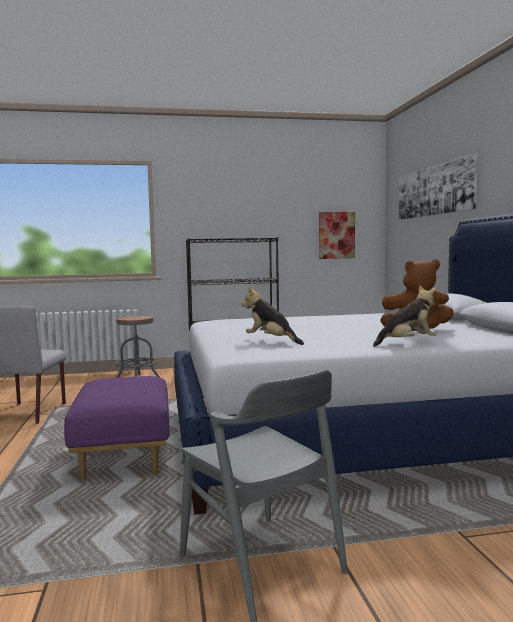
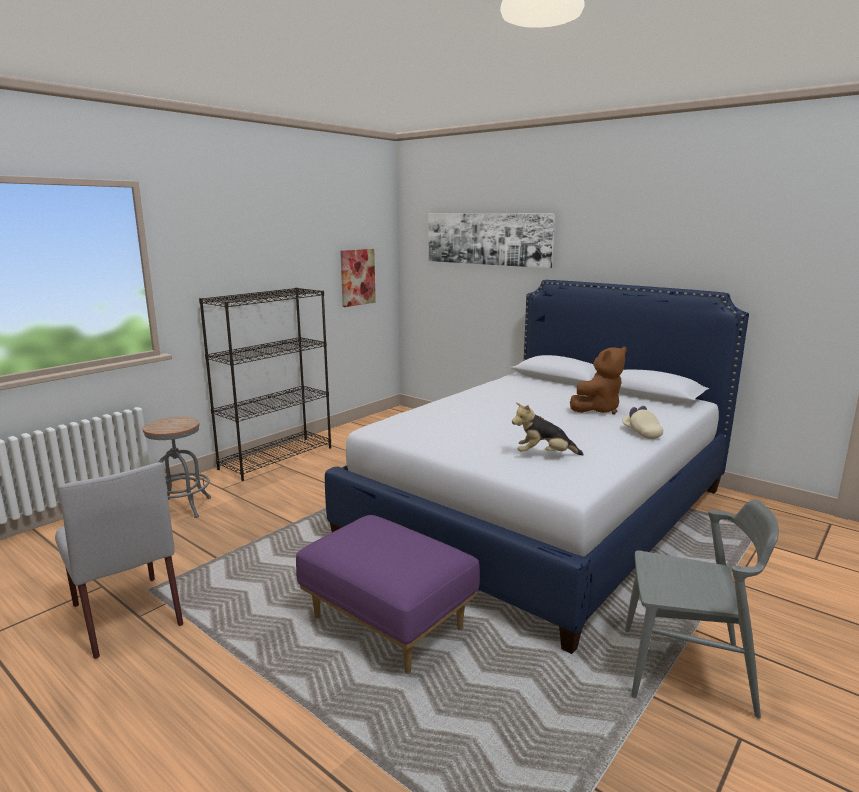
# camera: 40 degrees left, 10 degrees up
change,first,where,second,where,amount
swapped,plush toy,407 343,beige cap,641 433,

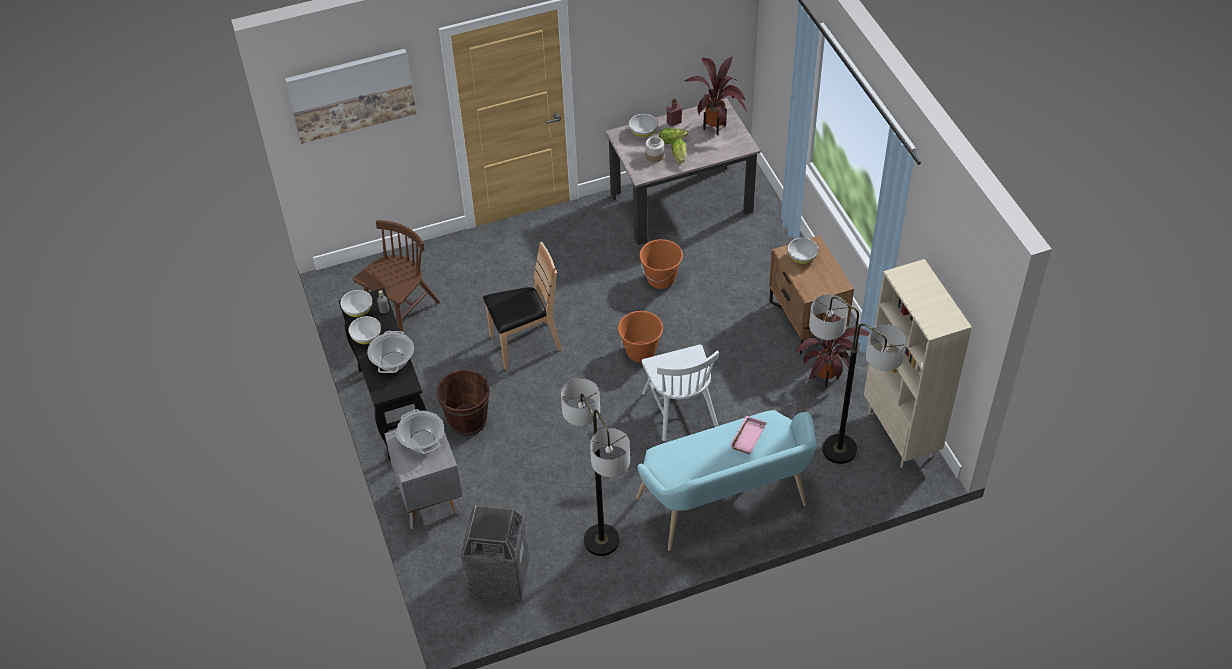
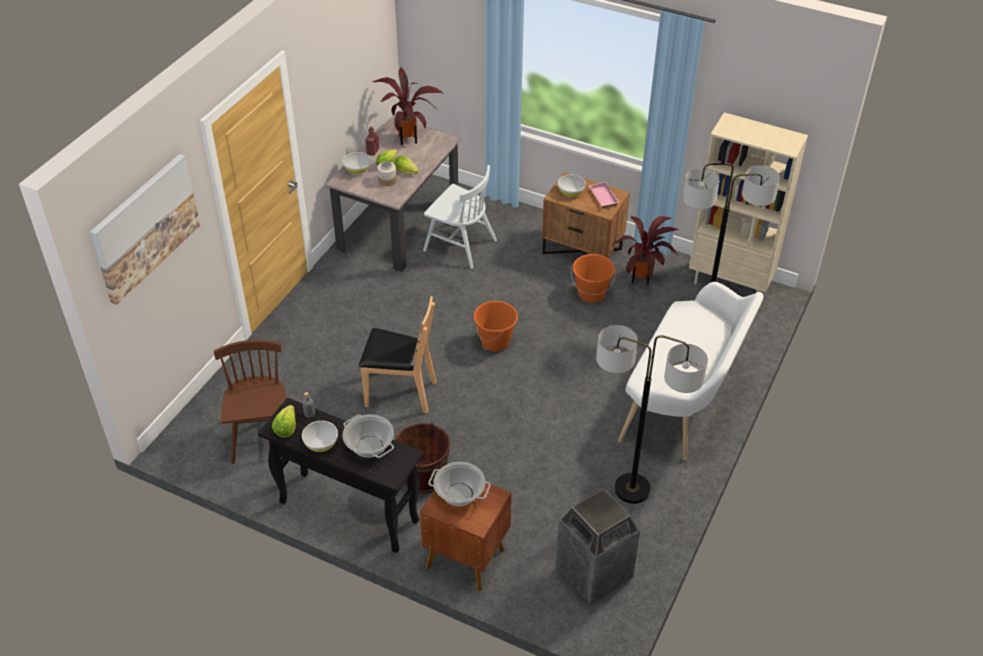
# camera: 45 degrees left, 5 degrees down
change,first,where,second,where,amount
shifted,orange bucket,661 279,,591 294,
shifted,white chair,679 409,,460 245,
shifted,pink tray,747 436,,602 197,
swapped,white bowl,358 310,lettuce,286 428,
repainted,grey nightstand,429 498,brown nightstand,465 557,
repainted,turquoise bench,726 506,white bench,684 403,
rotated,brown chair,525 344,,400 393,75 degrees clockwise

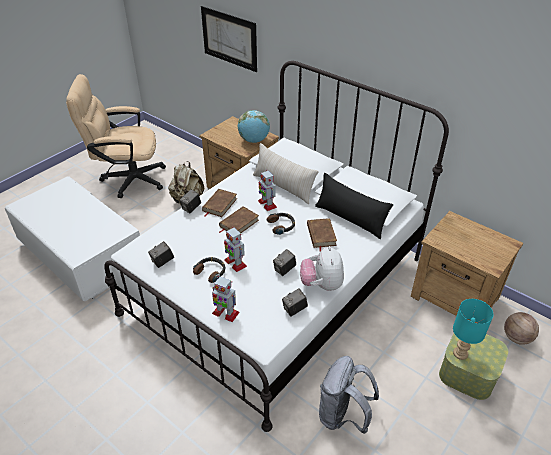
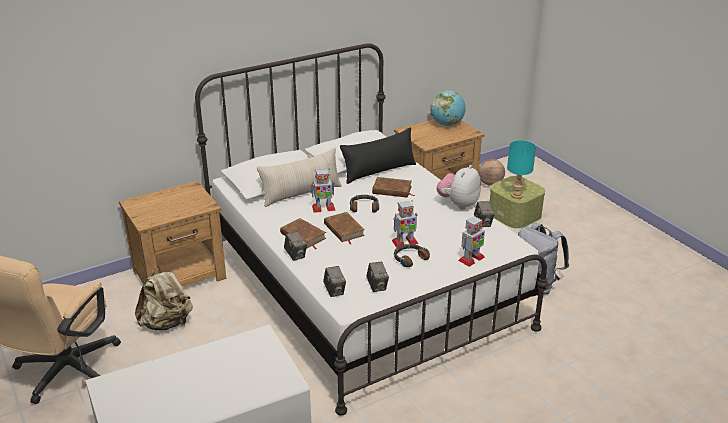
# camera: 70 degrees left, 10 degrees down
change,first,where,second,where,amount
gone,picture,229 38,,,
shifted,globe,254 140,,447 124,
shifted,photo camera,284 270,,334 291,
rotated,plush toy,321 285,,458 204,105 degrees clockwise

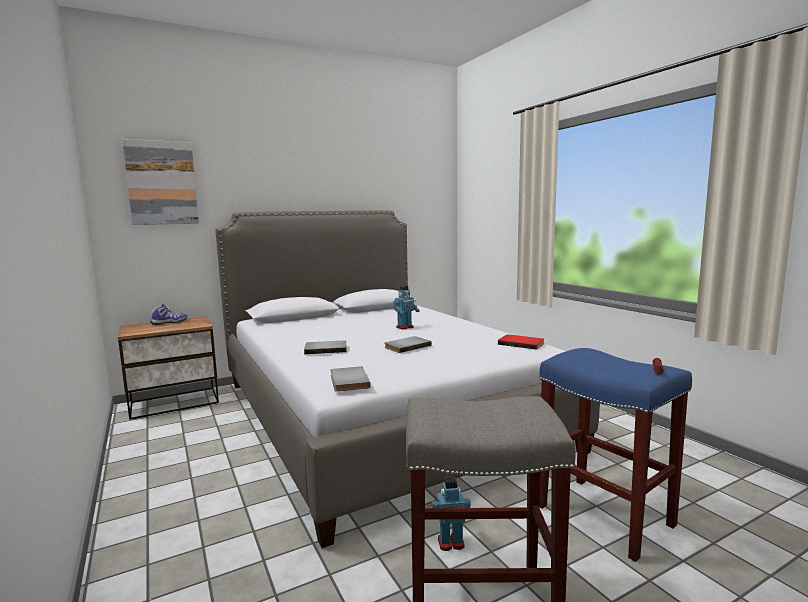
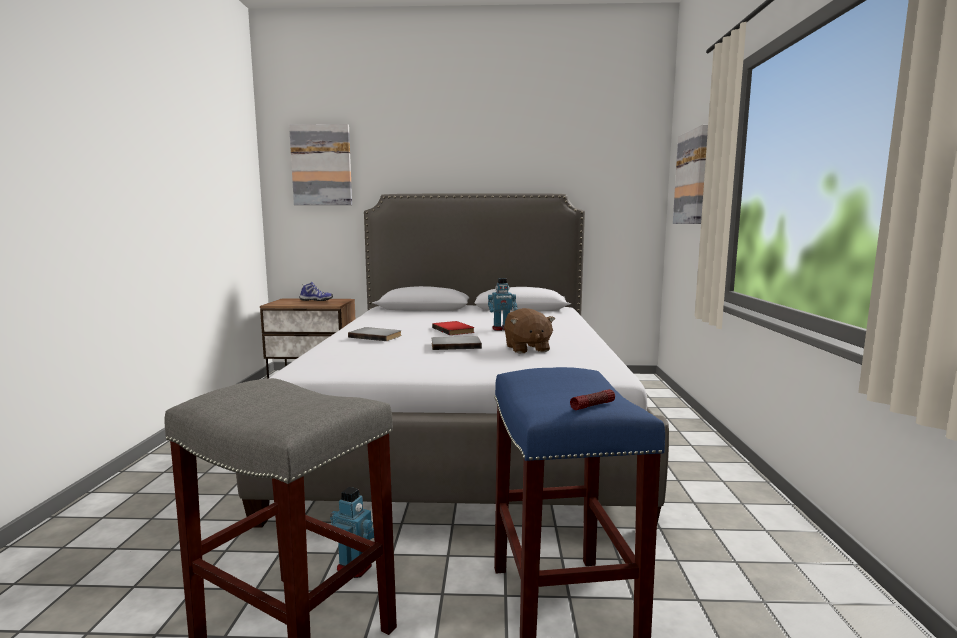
# camera: 30 degrees right, 0 degrees up
change,first,where,second,where,amount
gone,grey book,347 381,,,
new,,,brown plush toy,526 349,
new,,,picture,691 178,
shifted,red book,521 343,,454 330,

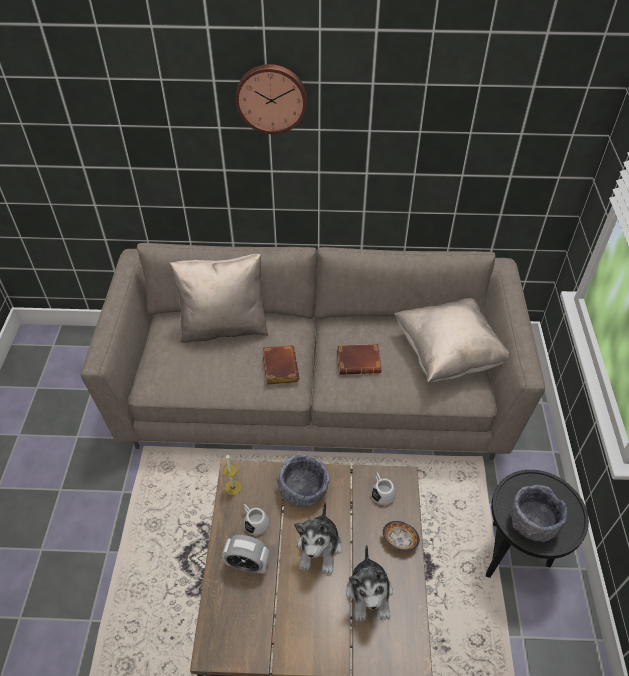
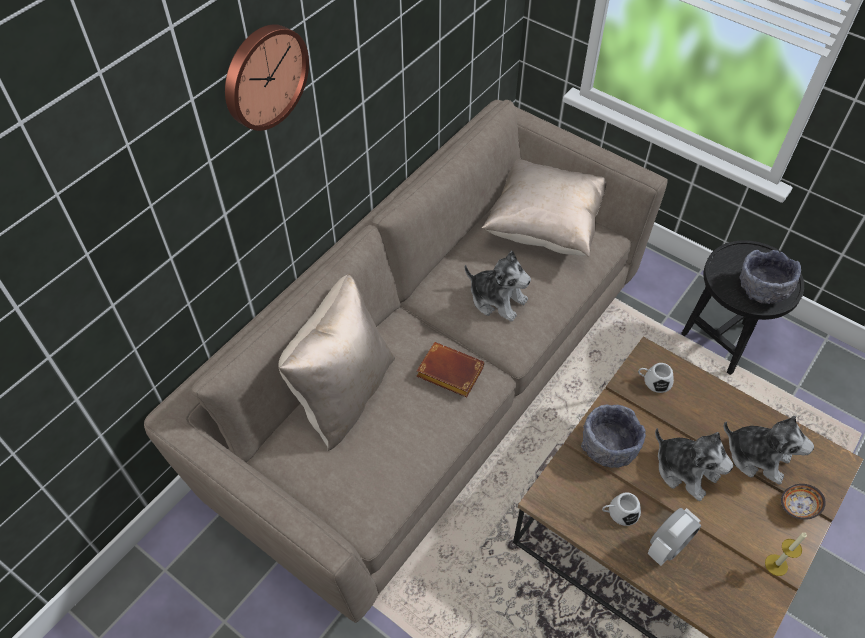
# camera: 55 degrees left, 5 degrees up
change,first,where,second,where,amount
shifted,candle,233 487,,776 565,
shifted,bowl,400 540,,798 506,
swapped,brown book,359 361,plush toy,497 299,

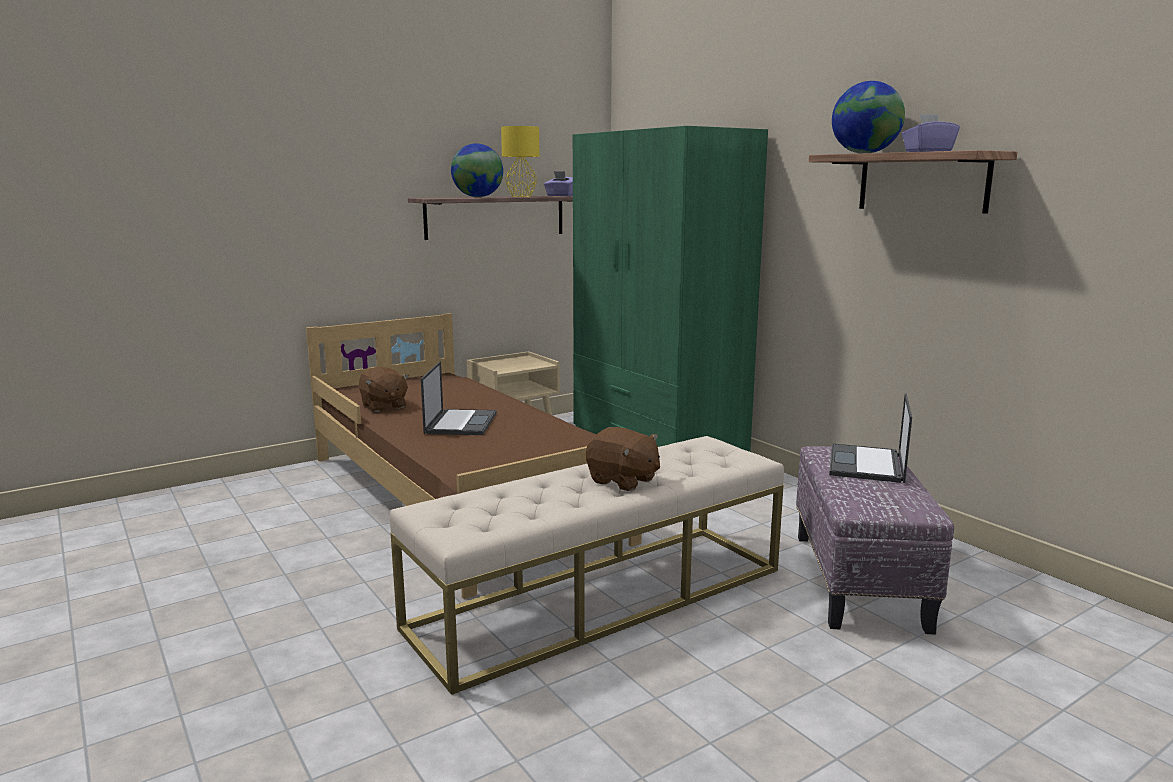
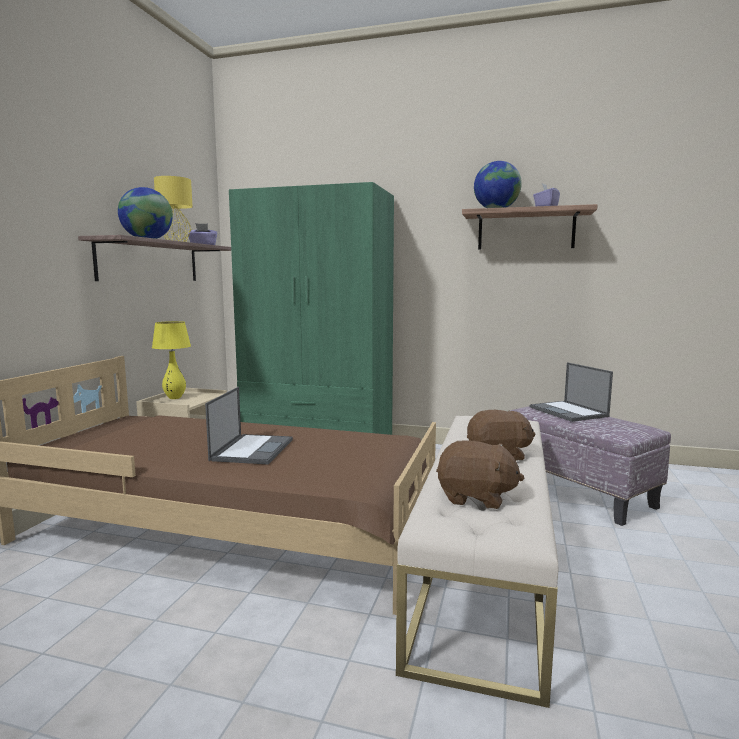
# camera: 40 degrees left, 5 degrees down
change,first,where,second,where,amount
new,,,yellow table lamp,174 398,
shifted,brown plush toy,383 406,,476 497,
rotated,laptop,461 423,,252 449,45 degrees clockwise

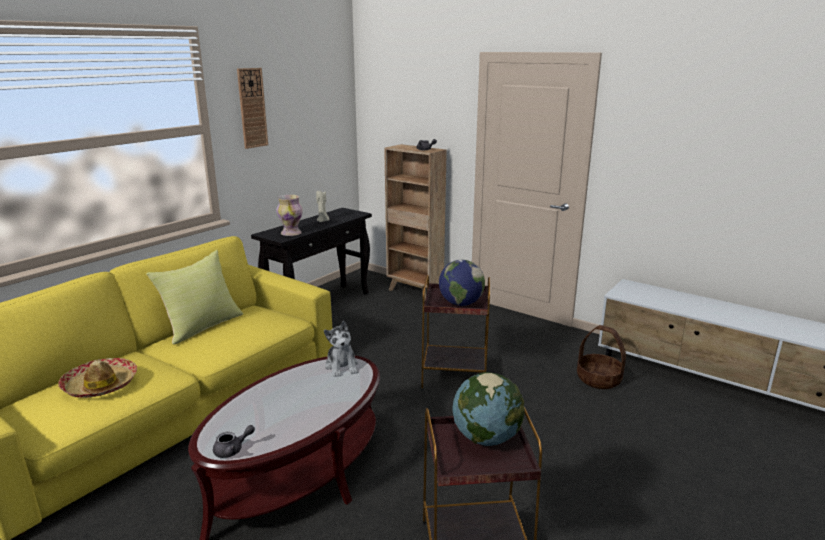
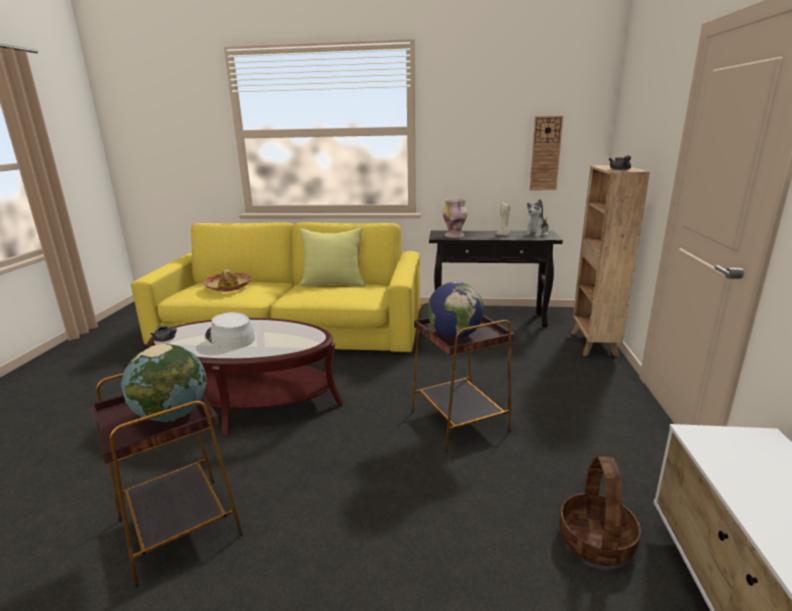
# camera: 60 degrees right, 0 degrees up
change,first,where,second,where,amount
new,,,grey hat,230 337,
shifted,wall clock,252 108,,545 153,
shifted,plush toy,342 366,,537 234,

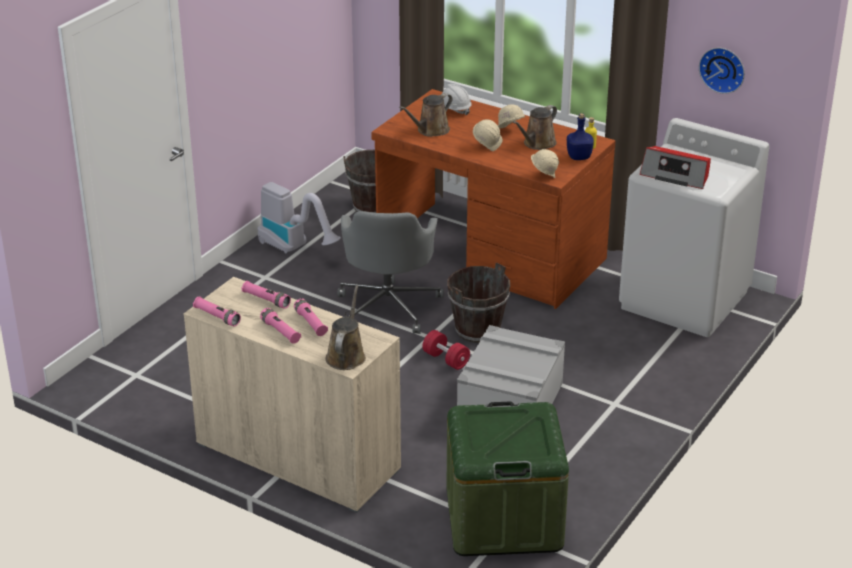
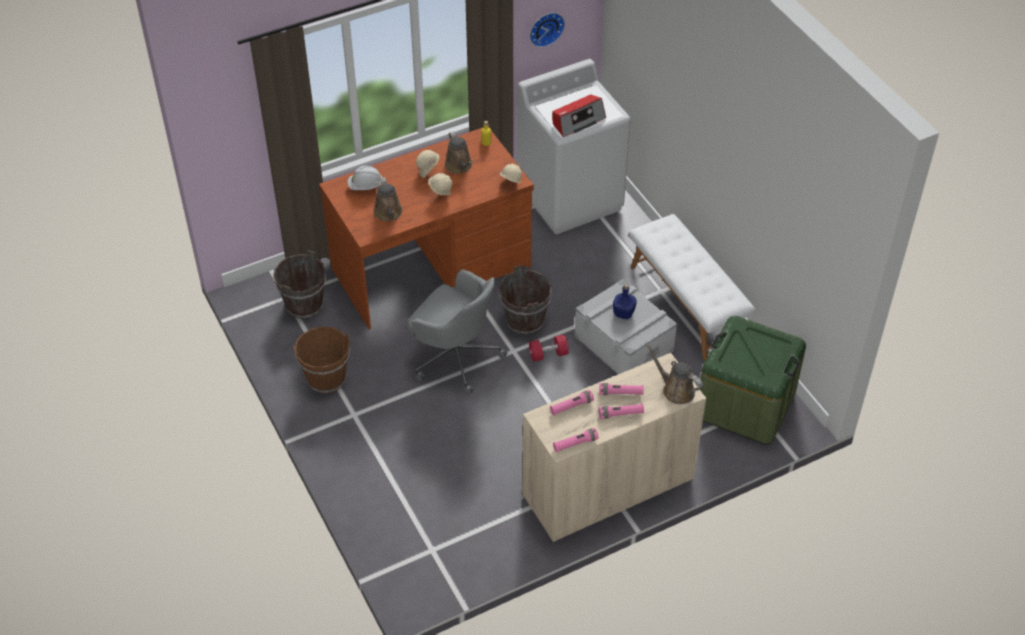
# camera: 60 degrees left, 15 degrees up
change,first,where,second,where,amount
new,,,white bench,687 304,
shifted,blue bottle,578 157,,623 314,
swapped,vacuum cleaner,295 248,brown bucket,326 378,

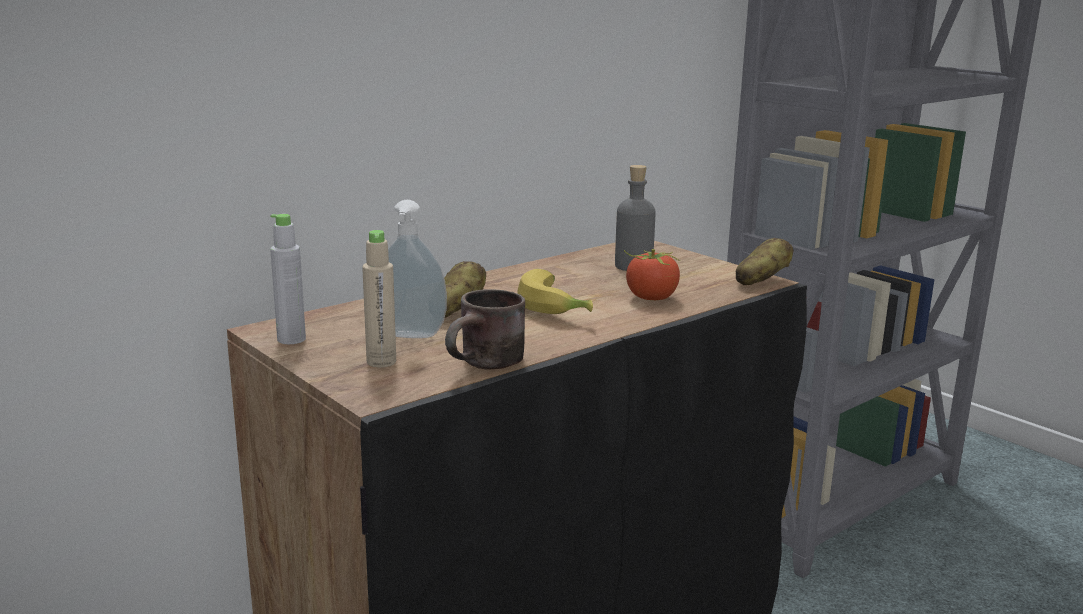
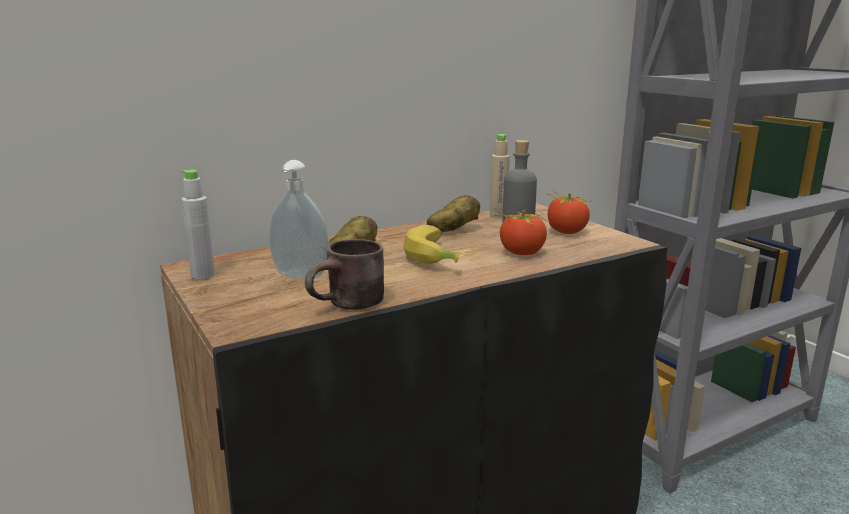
# camera: 10 degrees right, 0 degrees up
change,first,where,second,where,amount
new,,,tomato,566 232,
shifted,beige bottle,381 362,,498 215,
shifted,potato,760 281,,452 230,

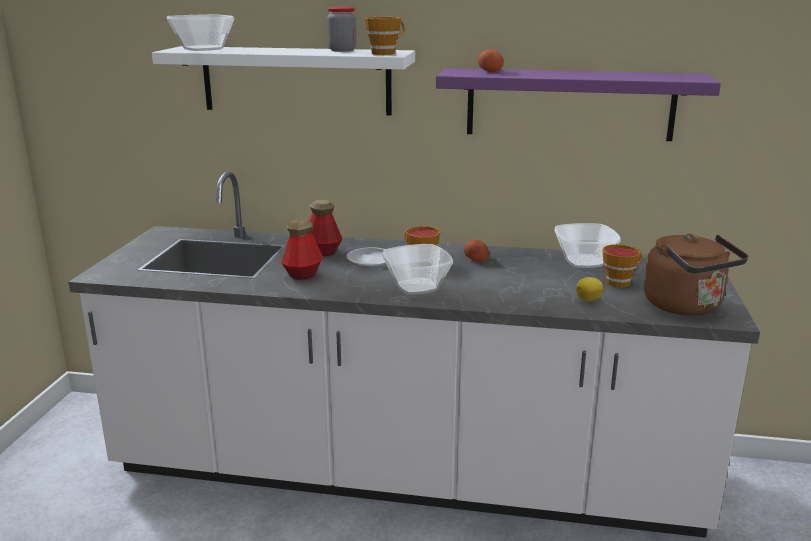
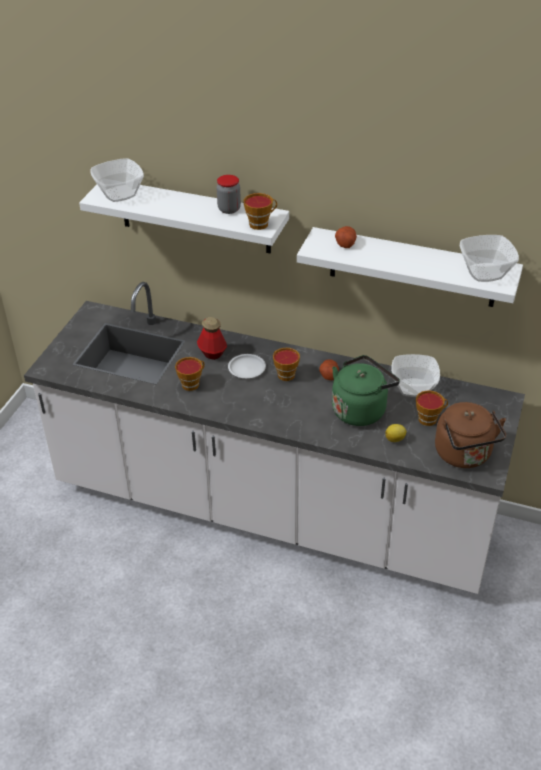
# camera: 10 degrees right, 20 degrees up
change,first,where,second,where,amount
new,,,green kettle,360 409,
shifted,bowl,418 287,,486 273,
swapped,bottle,303 274,cup,192 383,
repainted,purple shelf,569 104,white shelf,412 268,

